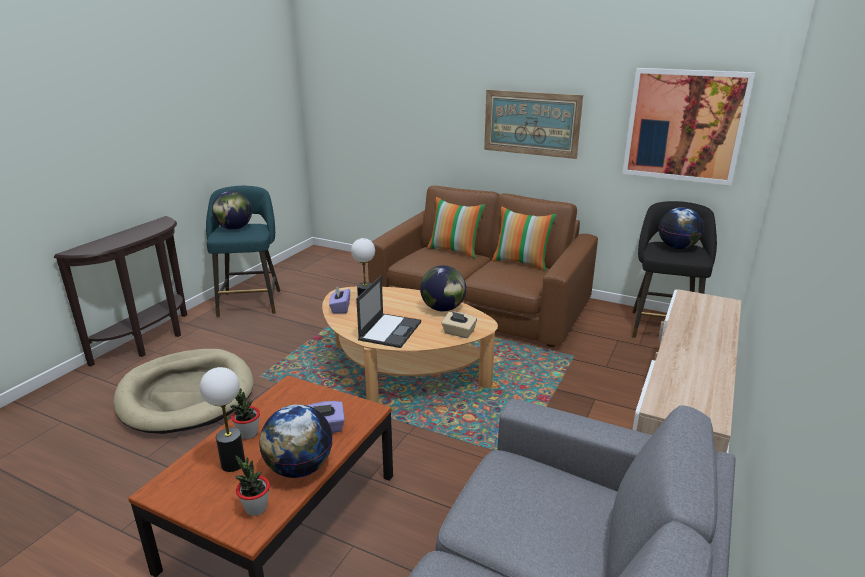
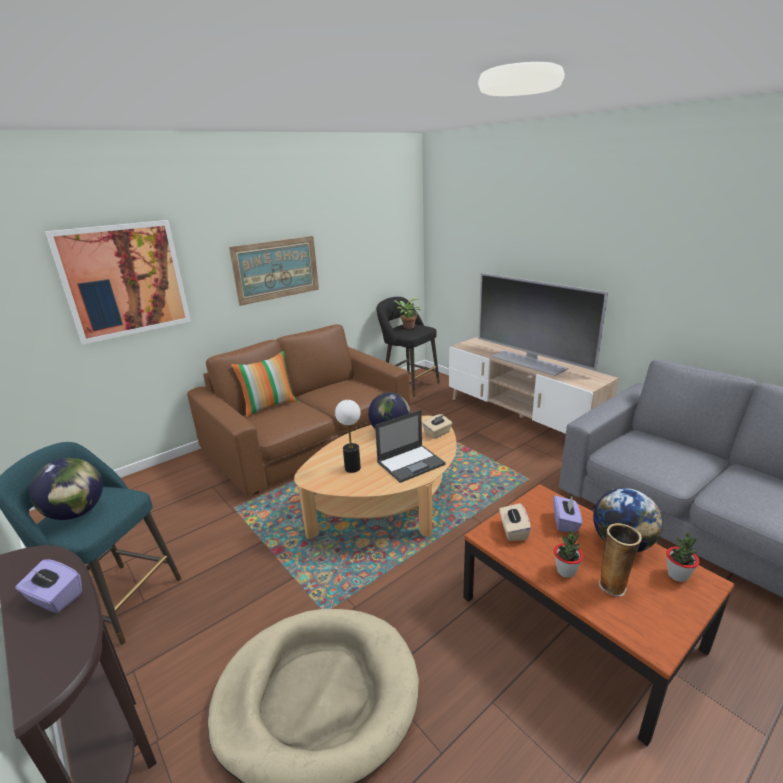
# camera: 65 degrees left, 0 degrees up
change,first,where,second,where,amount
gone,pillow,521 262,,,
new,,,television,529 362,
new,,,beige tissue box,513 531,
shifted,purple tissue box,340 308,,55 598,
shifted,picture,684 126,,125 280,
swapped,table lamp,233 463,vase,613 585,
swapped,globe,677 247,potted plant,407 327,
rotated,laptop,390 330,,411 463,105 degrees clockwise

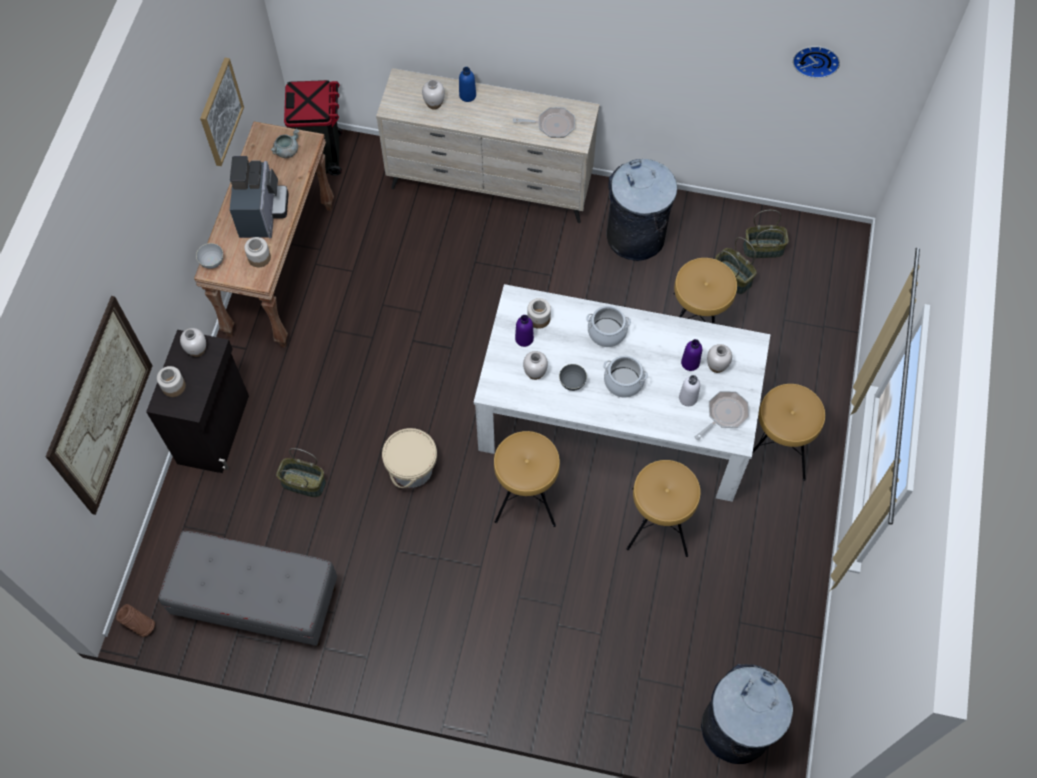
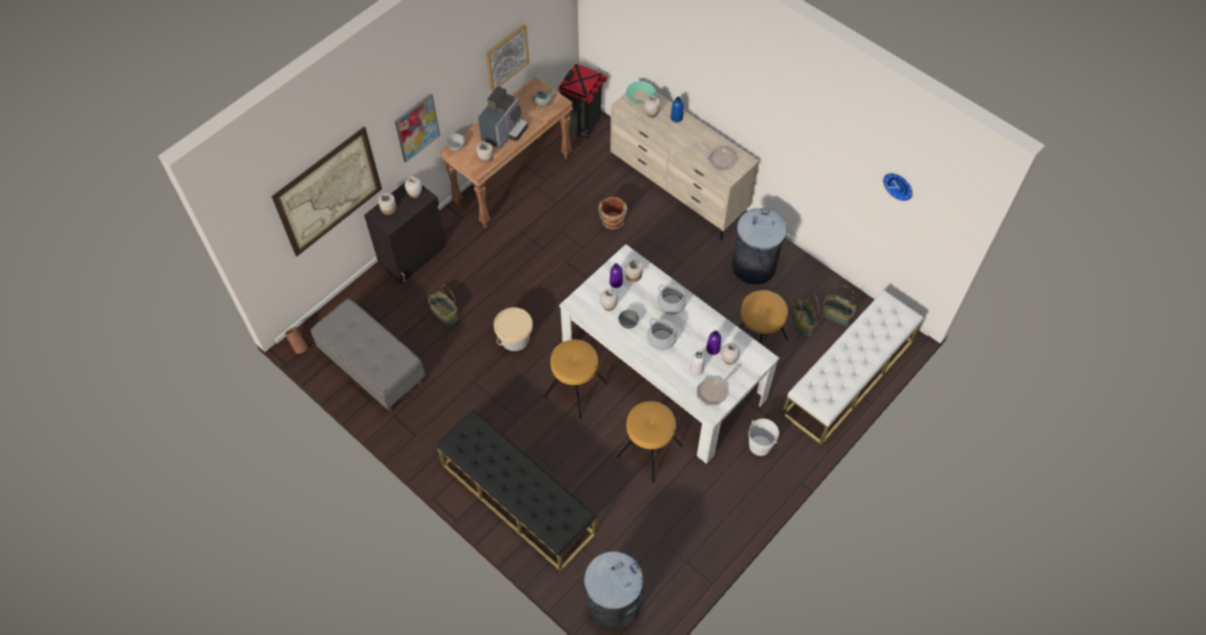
# camera: 30 degrees right, 5 degrees down
change,first,where,second,where,amount
new,,,picture,417 127,
new,,,black bench,517 499,
new,,,brown bucket,613 222,
new,,,turquoise bowl,640 96,
new,,,white bench,848 378,
swapped,brown stool,777 447,white bucket,760 445,
rotated,frying pan,724 414,,714 392,150 degrees clockwise

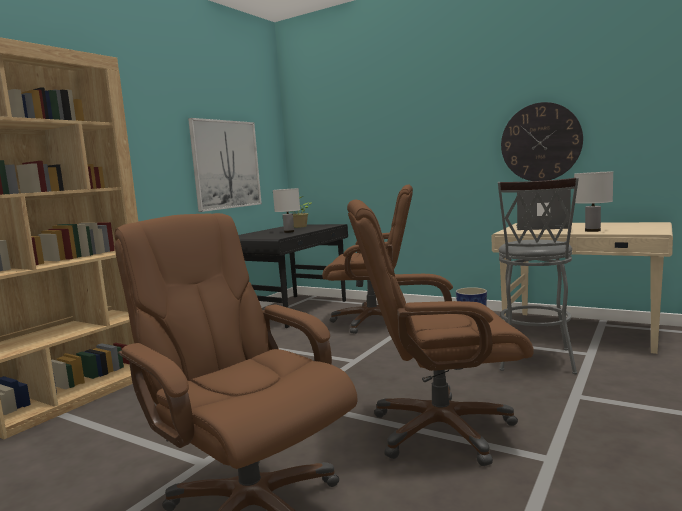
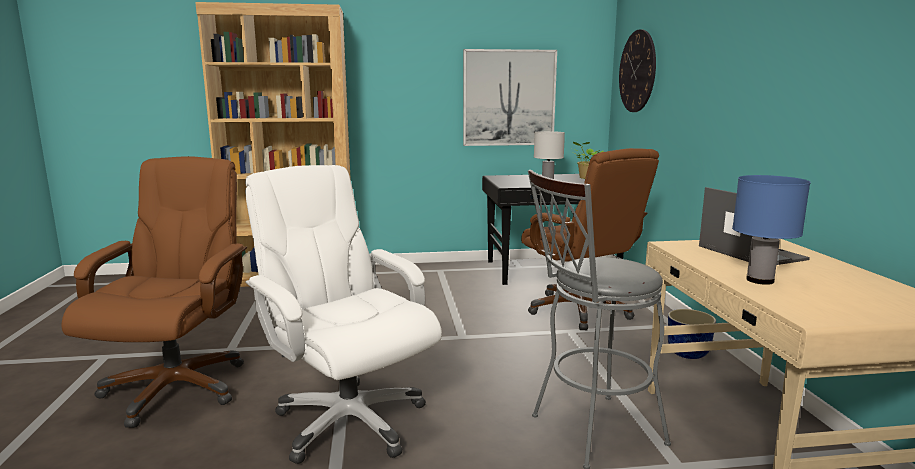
# camera: 50 degrees right, 5 degrees up
change,first,where,second,where,amount
shifted,wall clock,540 142,,637 71,
repainted,brown office chair,440 430,white office chair,348 421,
repainted,white table lamp,592 230,blue table lamp,760 280,

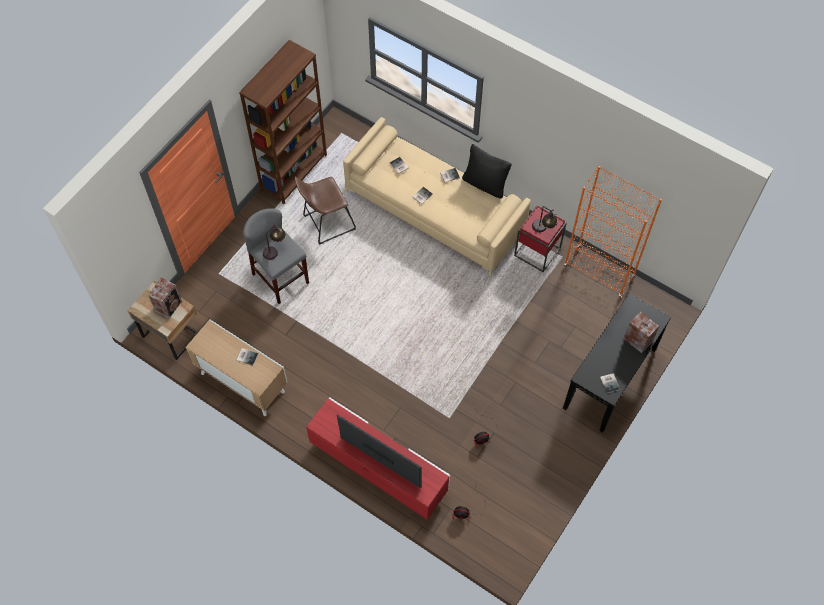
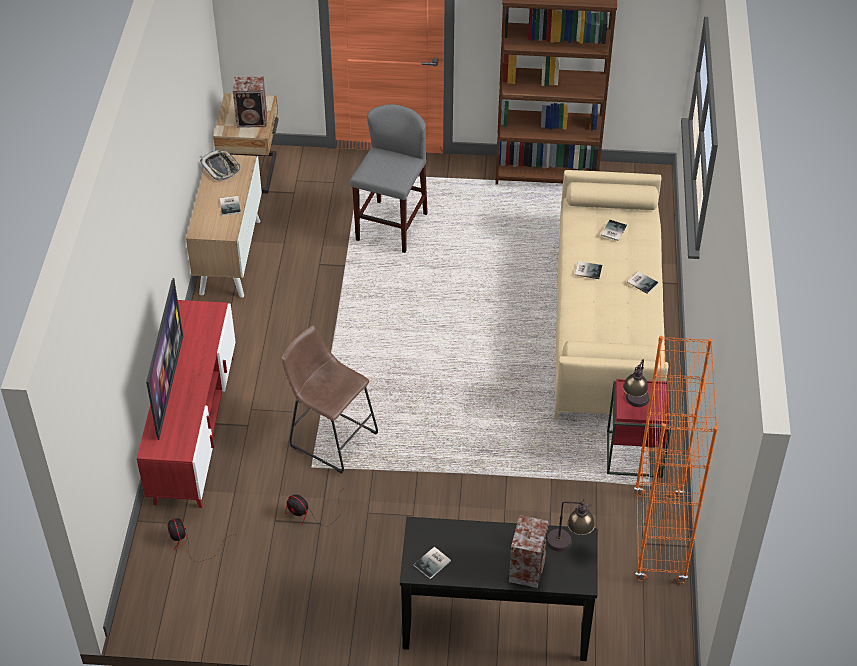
# camera: 60 degrees right, 15 degrees down
change,first,where,second,where,amount
gone,black pillow,485 184,,,
new,,,tray,221 167,
shifted,table lamp,275 250,,568 544,
shifted,brown stool,326 223,,330 437,

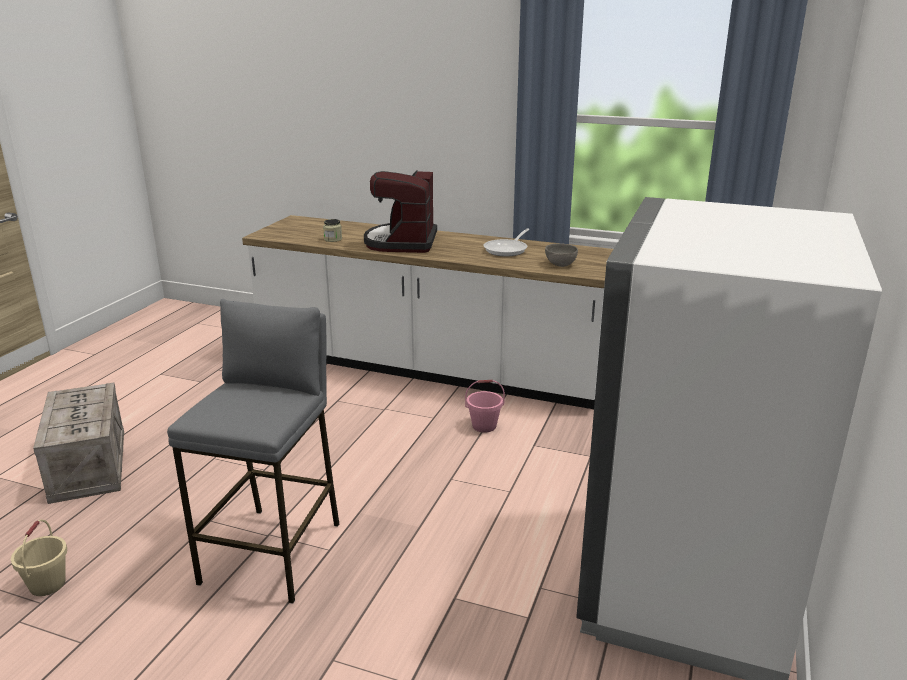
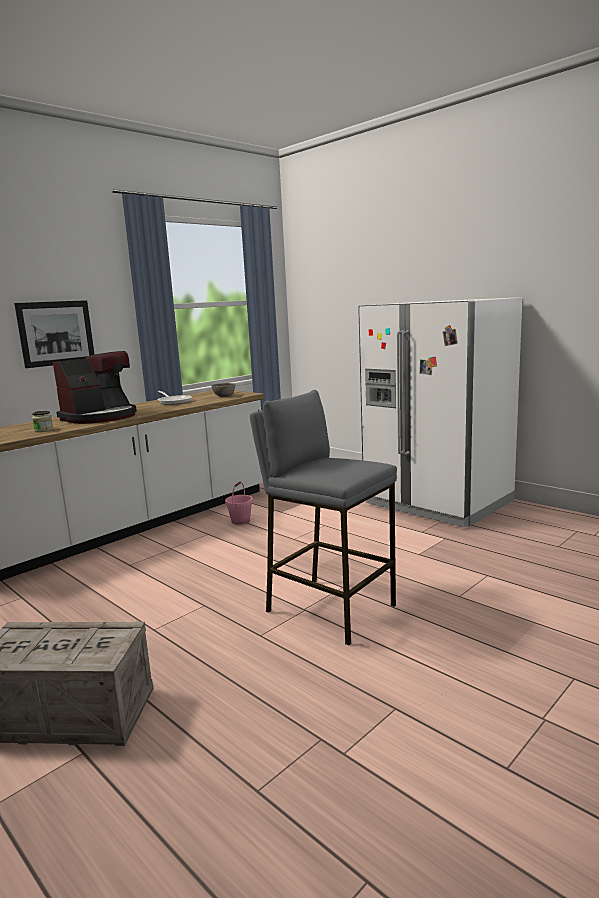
# camera: 65 degrees left, 10 degrees down
change,first,where,second,where,amount
gone,beige bucket,47 584,,,
new,,,picture,56 333,
rotated,coffee machine,402 242,,100 417,75 degrees counterclockwise

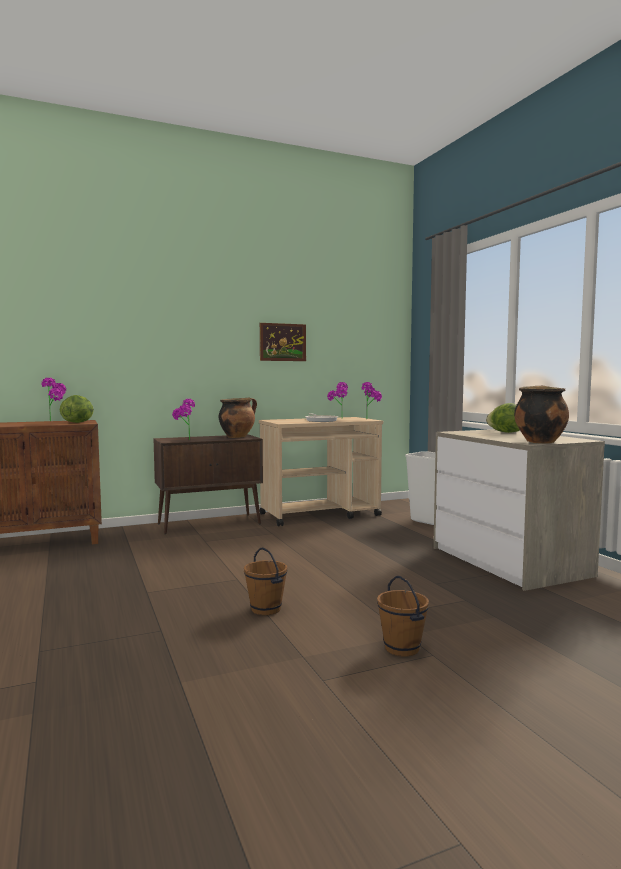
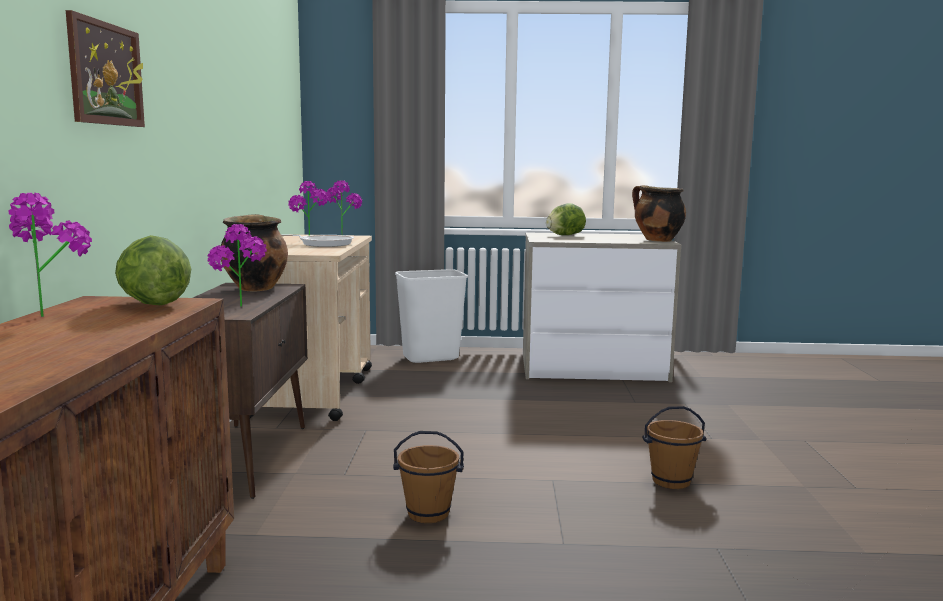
# camera: 65 degrees left, 5 degrees up
change,first,where,second,where,amount
shifted,picture,282 342,,106 74,
shifted,brown bucket,402 648,,428 513,

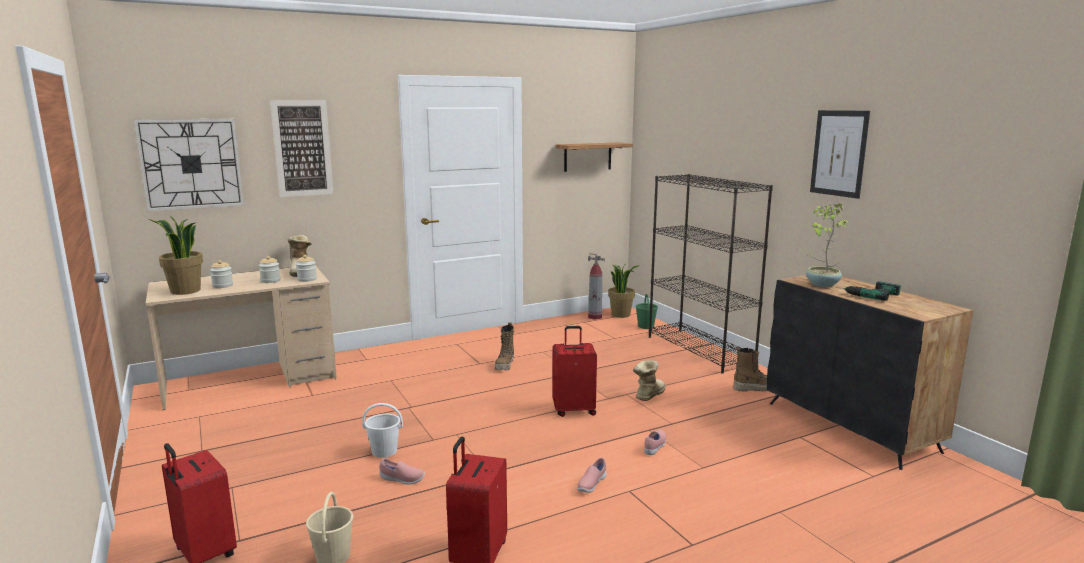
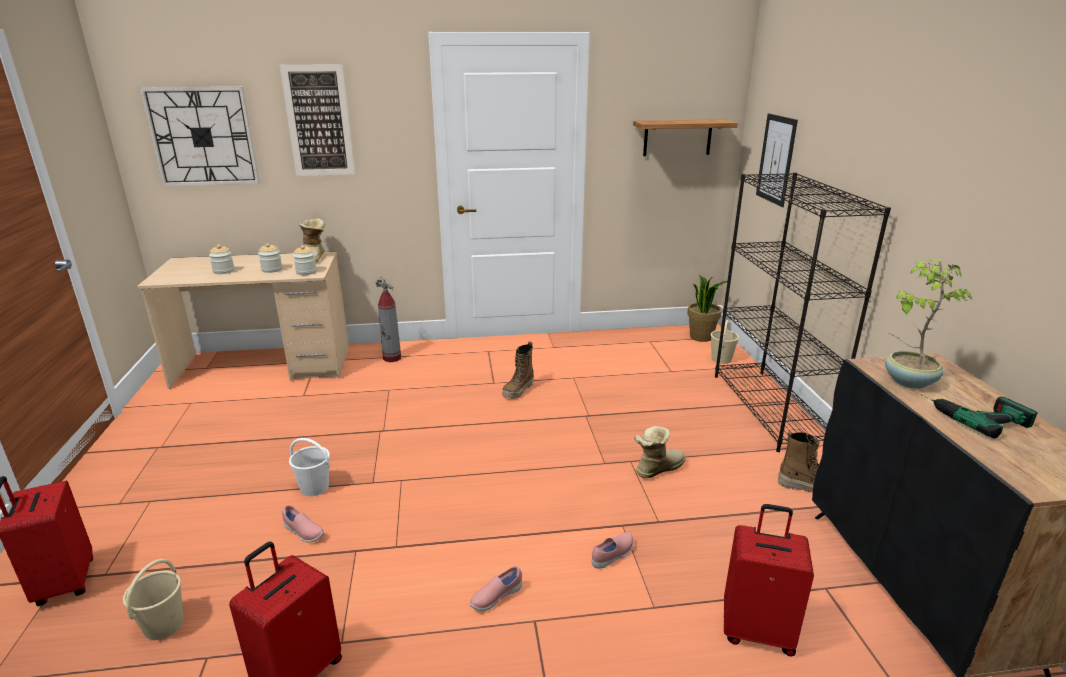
# camera: 20 degrees right, 10 degrees up
change,first,where,second,where,amount
gone,potted plant,185 291,,,
shifted,red suitcase,574 410,,757 630,
shifted,fire extinguisher,595 317,,392 358,
shifted,picture,839 153,,776 159,
repainted,green bucket,645 326,beige bucket,721 359,

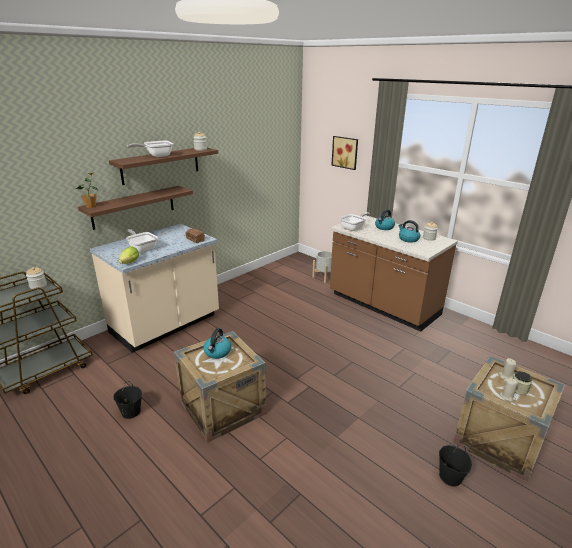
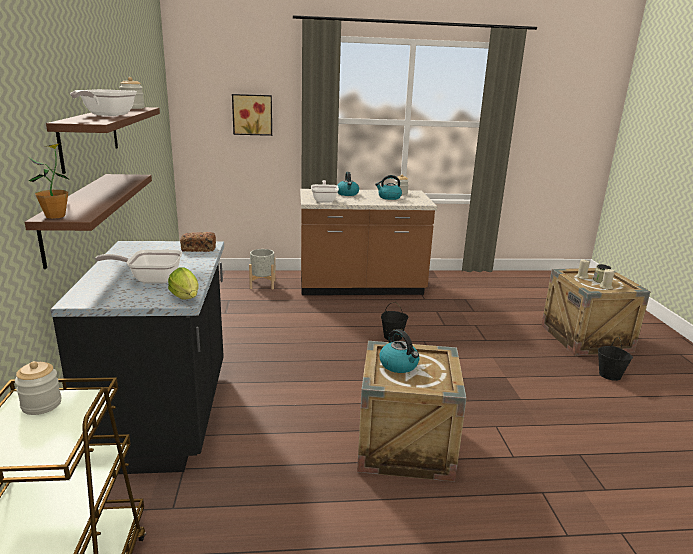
# camera: 50 degrees left, 5 degrees down
change,first,where,second,where,amount
shifted,black bucket,130 412,,392 337,
repainted,beige counter,166 325,black counter,167 415,

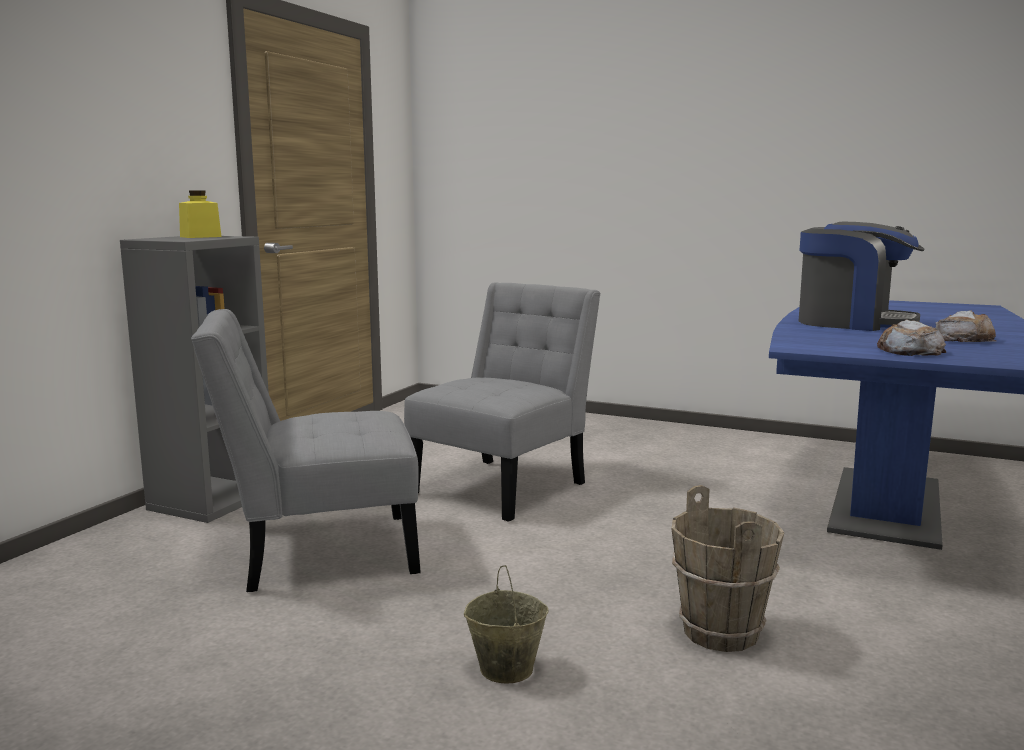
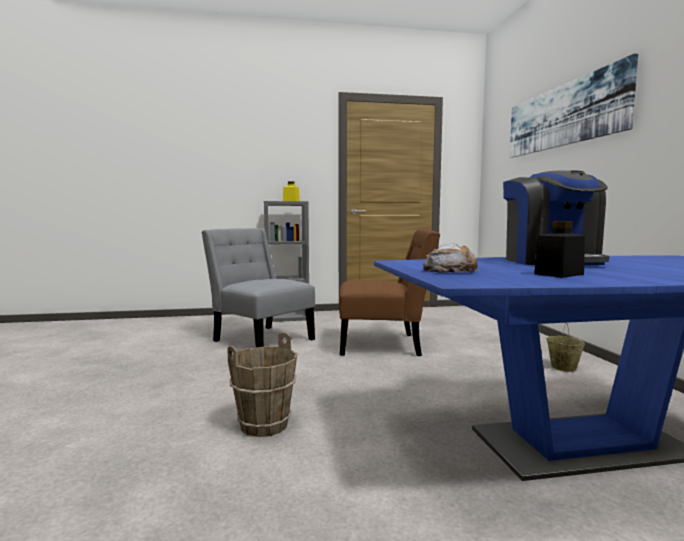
# camera: 55 degrees right, 5 degrees down
change,first,where,second,where,amount
new,,,picture,562 116,
shifted,beige bucket,505 669,,563 367,
swapped,bread,963 339,black jar,559 274,
repainted,grey chair,505 486,brown chair,384 345,

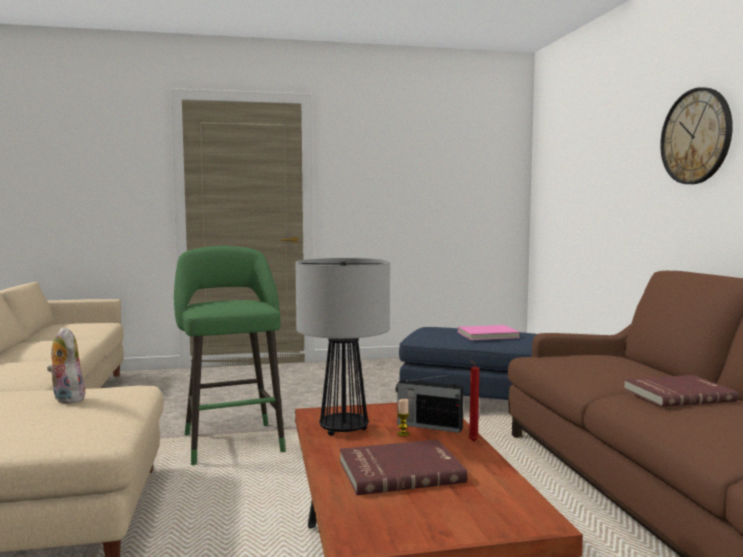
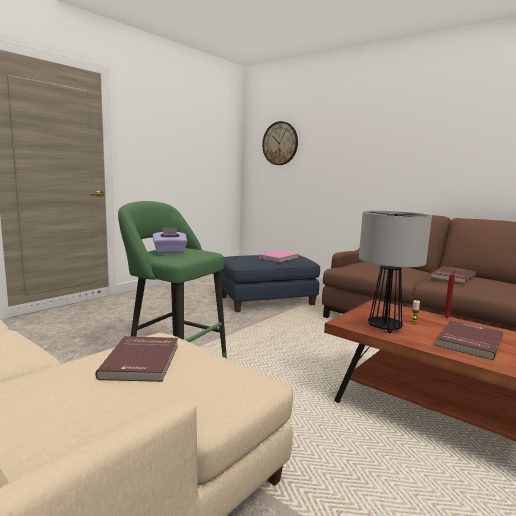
# camera: 40 degrees left, 5 degrees up
change,first,where,second,where,amount
gone,radio,428 426,,,
new,,,purple tissue box,170 252,
shifted,wall clock,696 136,,280 143,
swapped,plush toy,66 399,red book,142 361,

